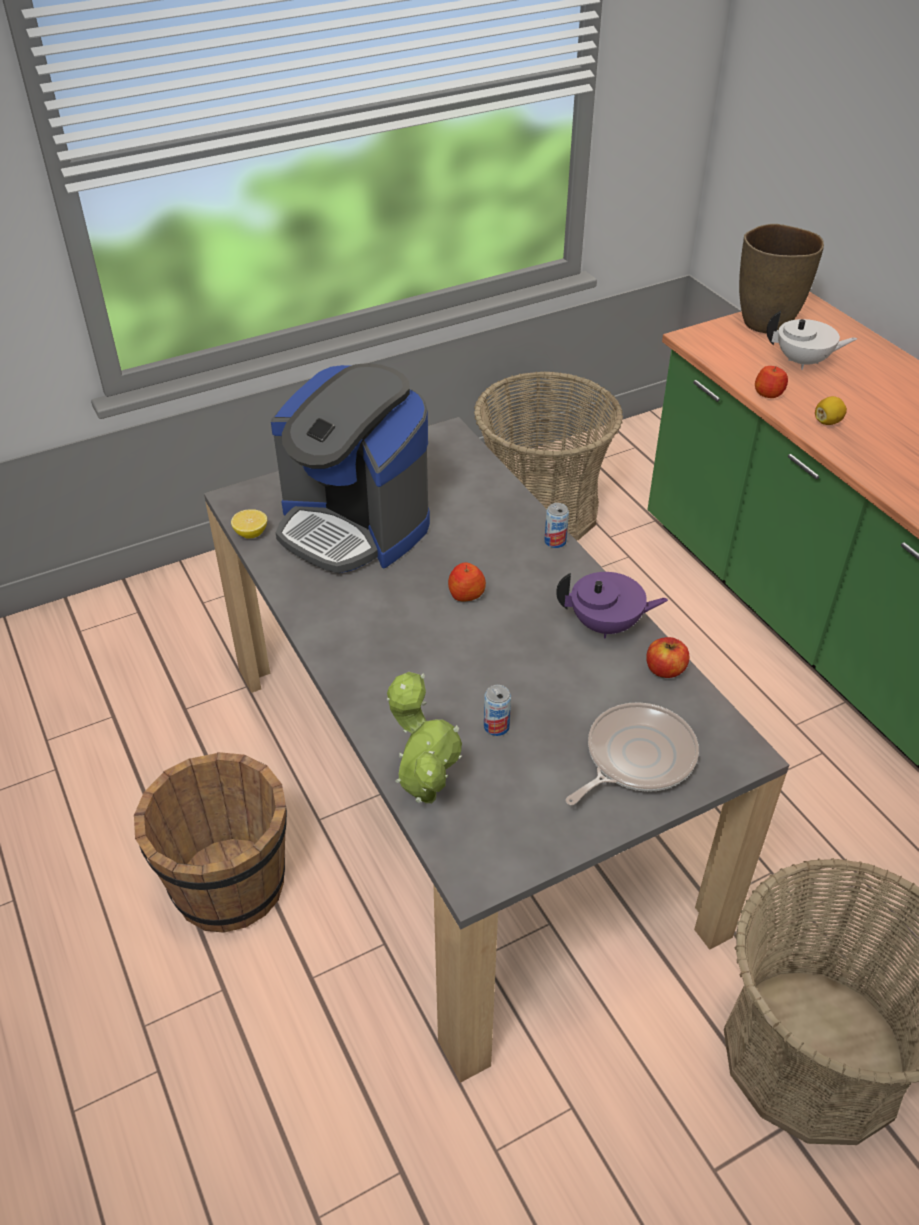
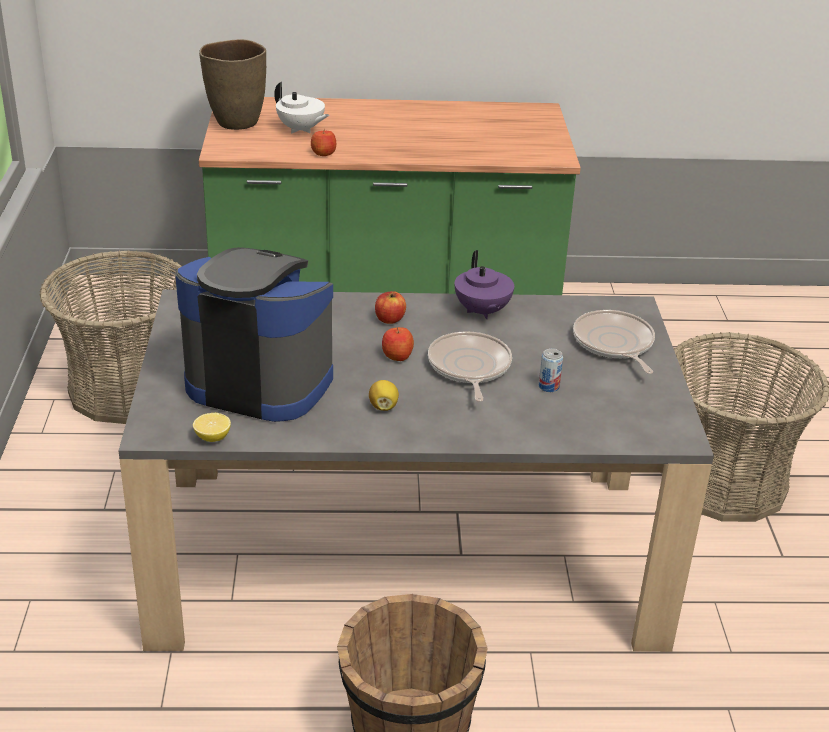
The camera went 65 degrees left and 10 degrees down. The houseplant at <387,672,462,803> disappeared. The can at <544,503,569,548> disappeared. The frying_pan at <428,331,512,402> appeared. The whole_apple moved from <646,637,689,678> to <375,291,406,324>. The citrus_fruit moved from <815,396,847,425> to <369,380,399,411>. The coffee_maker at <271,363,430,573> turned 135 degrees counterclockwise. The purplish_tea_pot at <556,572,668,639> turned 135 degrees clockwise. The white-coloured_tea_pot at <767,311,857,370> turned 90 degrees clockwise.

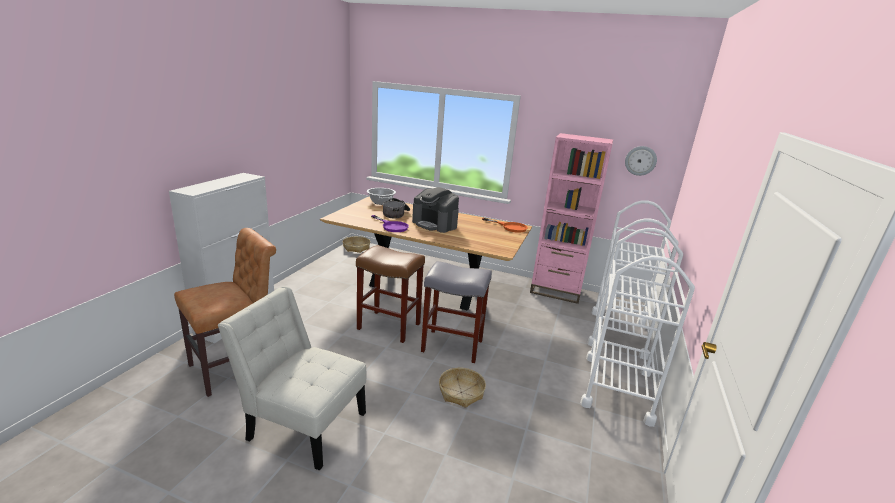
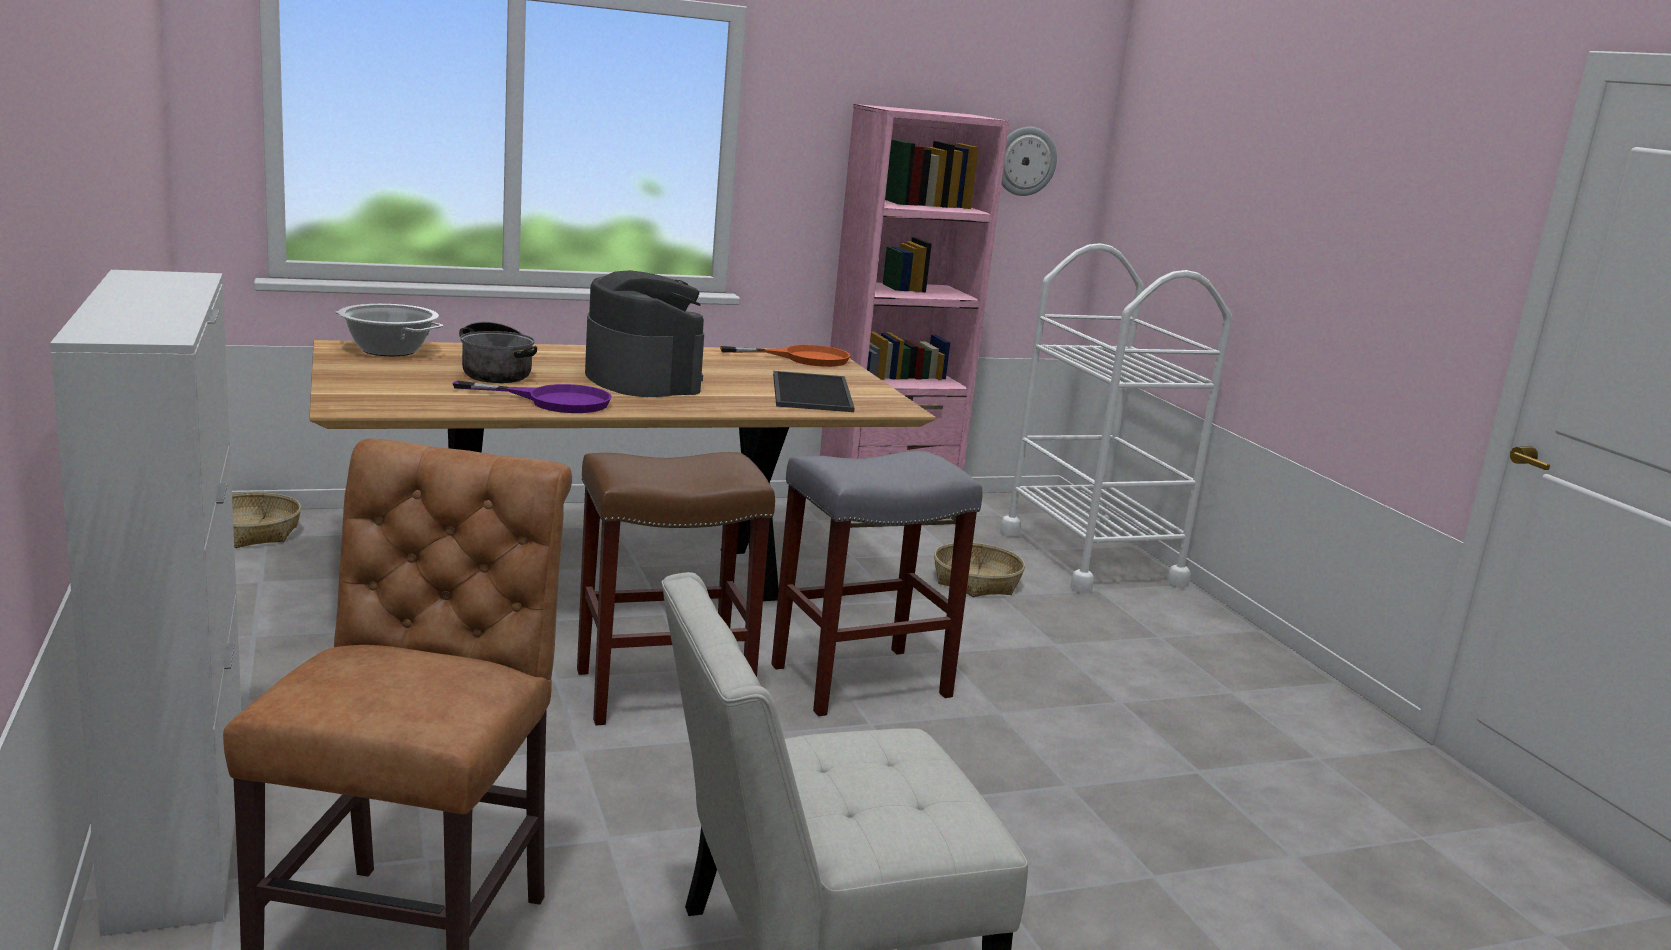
The camera went 40 degrees left and 5 degrees down. The white-coloured_wheeled_cart at <580,228,695,427> disappeared. The carrying_tray at <773,371,854,412> appeared. The storage_basket moved from <439,368,486,408> to <934,543,1025,597>. The coffee_maker at <412,187,459,233> turned 120 degrees counterclockwise.

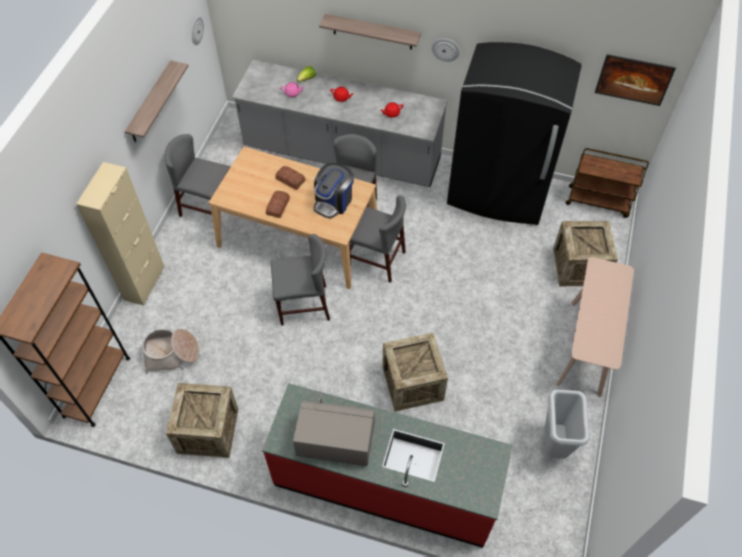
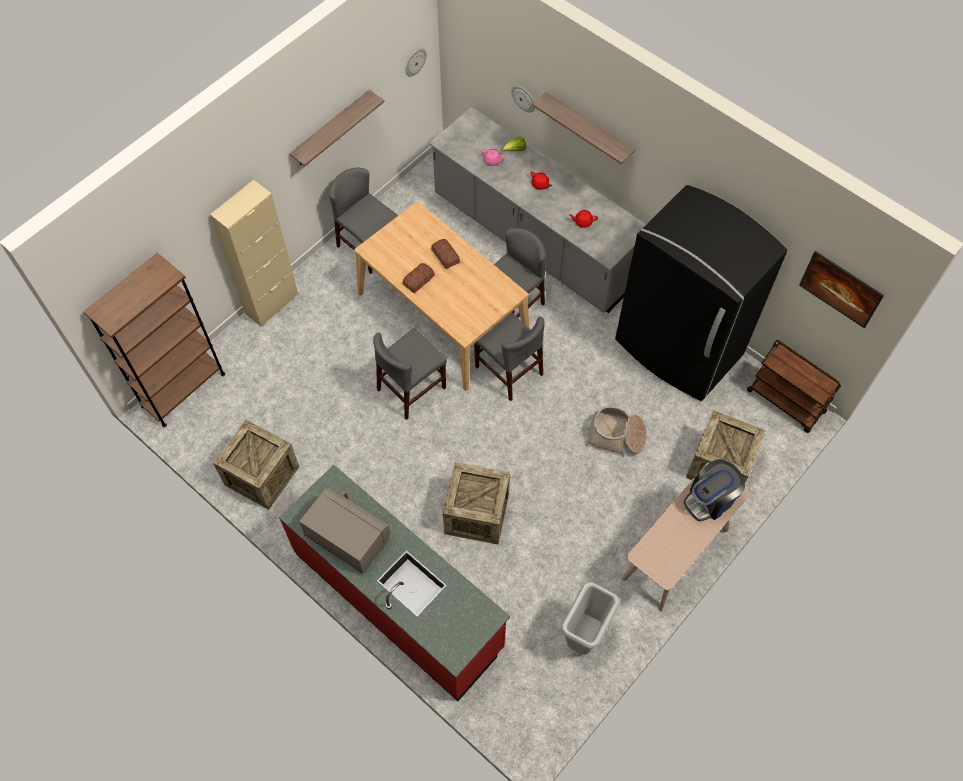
The camera went 25 degrees right and 5 degrees up. The storage_basket moved from <142,329,199,374> to <585,406,647,457>. The coffee_maker moved from <314,163,354,219> to <683,459,745,521>. The wall_clock moved from <432,39,460,62> to <511,86,535,112>. The greyish_upright_chair at <271,234,330,325> turned 120 degrees clockwise.

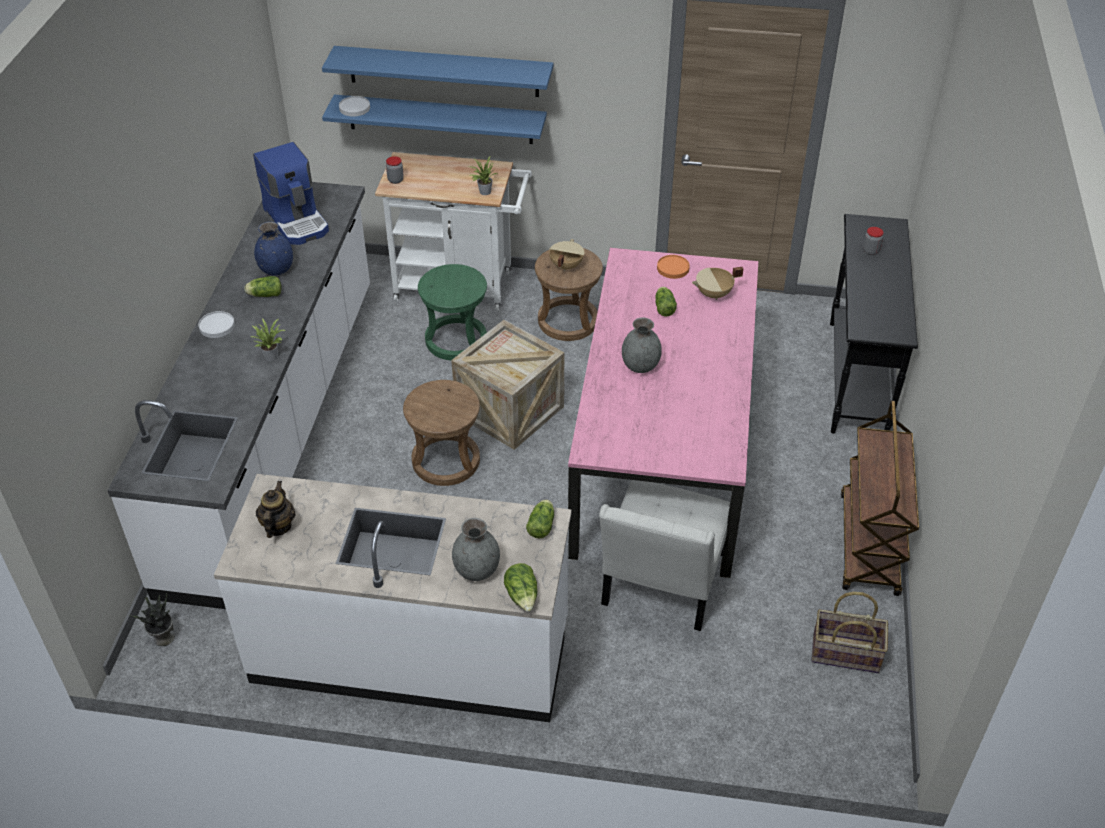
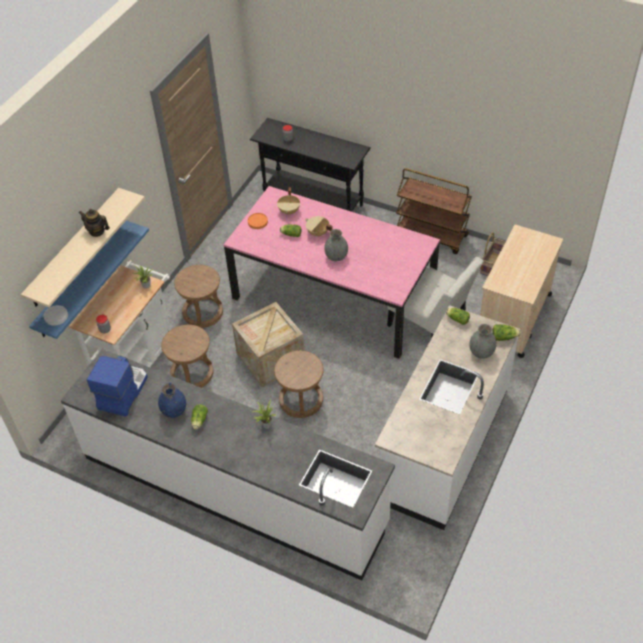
The camera went 70 degrees left and 5 degrees up. The houseplant at <129,593,175,646> disappeared. The white-coloured_flat_dish at <198,311,235,338> disappeared. The beige_wheeled_cart at <480,225,563,358> appeared. The tea_pot moved from <256,481,296,538> to <79,209,110,237>. The beige_stockpot moved from <549,239,584,271> to <305,216,333,236>. The bluish_shelf at <322,46,553,97> became the beige_shelf at <21,188,145,307>. The green_stool at <418,264,487,361> became the brown-coloured_stool at <161,325,214,388>. The coffee_maker at <253,142,329,245> turned 60 degrees counterclockwise.

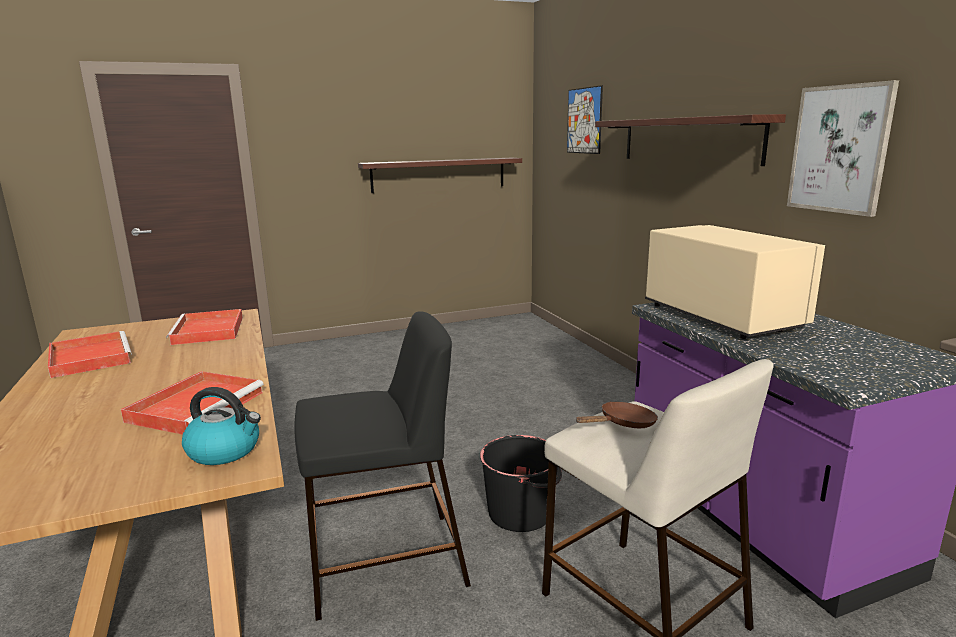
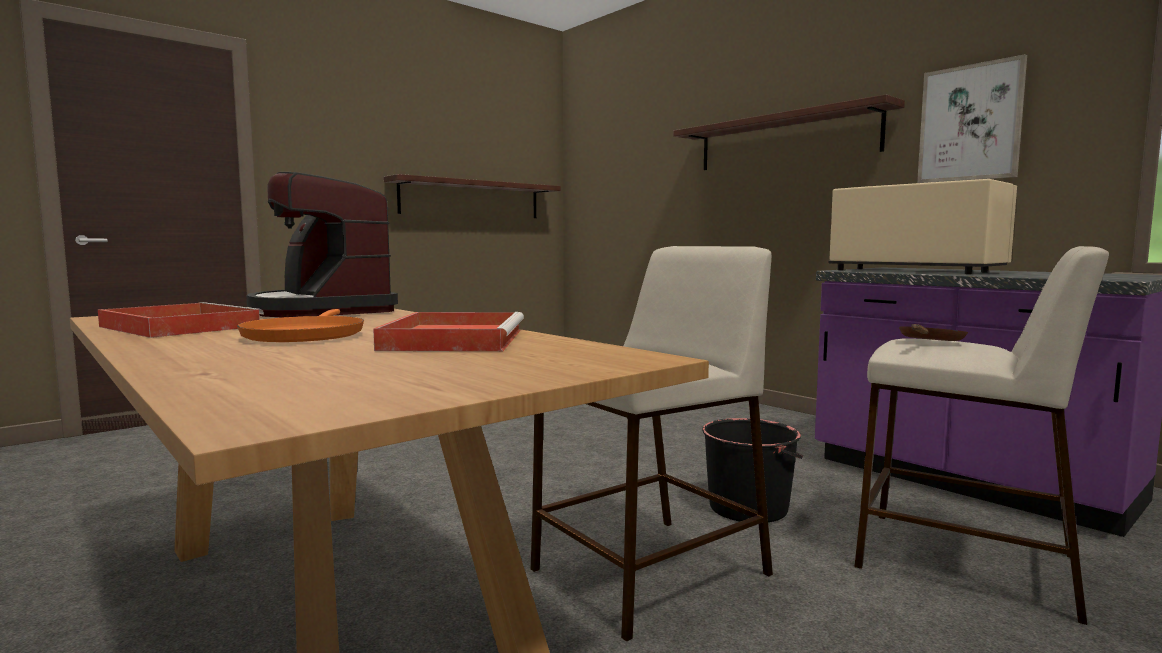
The camera went 20 degrees left and 10 degrees down. The tea_kettle at <182,387,261,465> disappeared. The picture at <567,85,603,154> disappeared. The orange_frying_pan at <237,309,364,342> appeared. The red-coloured_carrying_tray at <166,309,243,345> was replaced by the coffee_maker at <246,172,398,317>. The blackish_stool at <294,311,471,621> became the beige_stool at <531,246,773,641>.

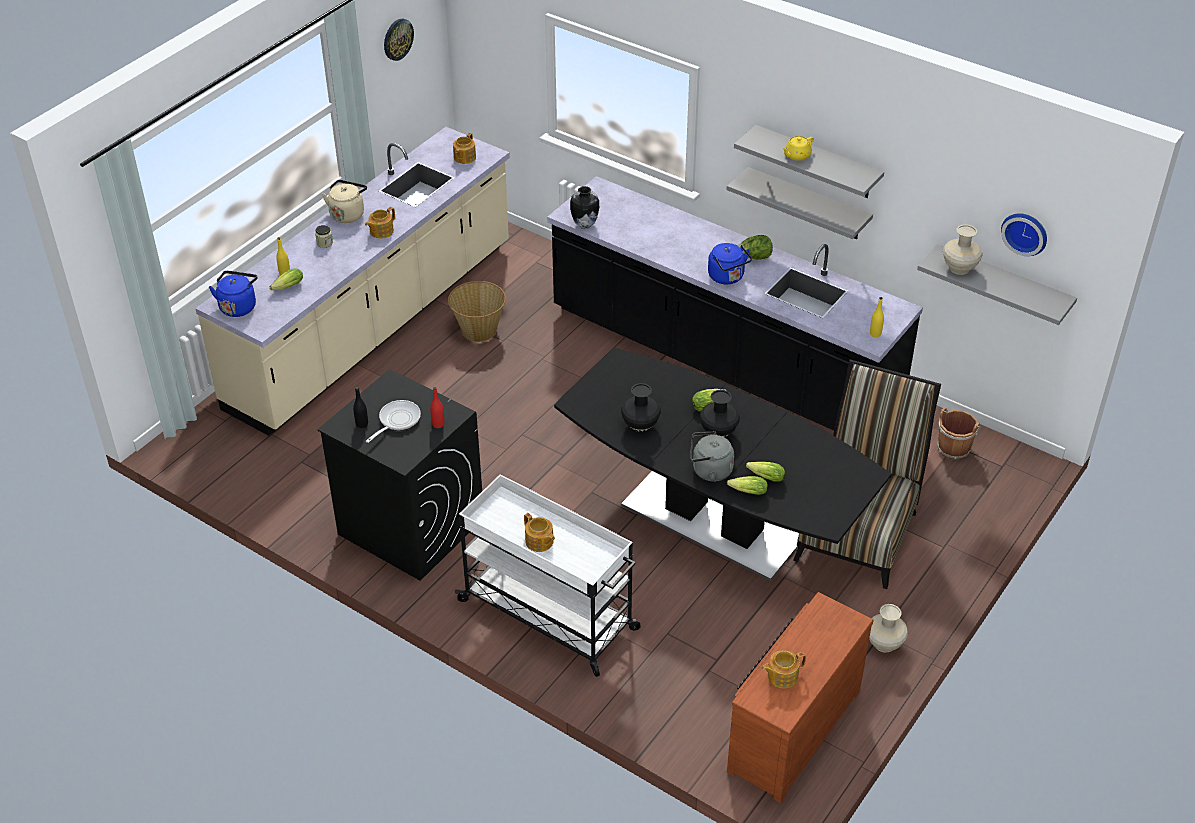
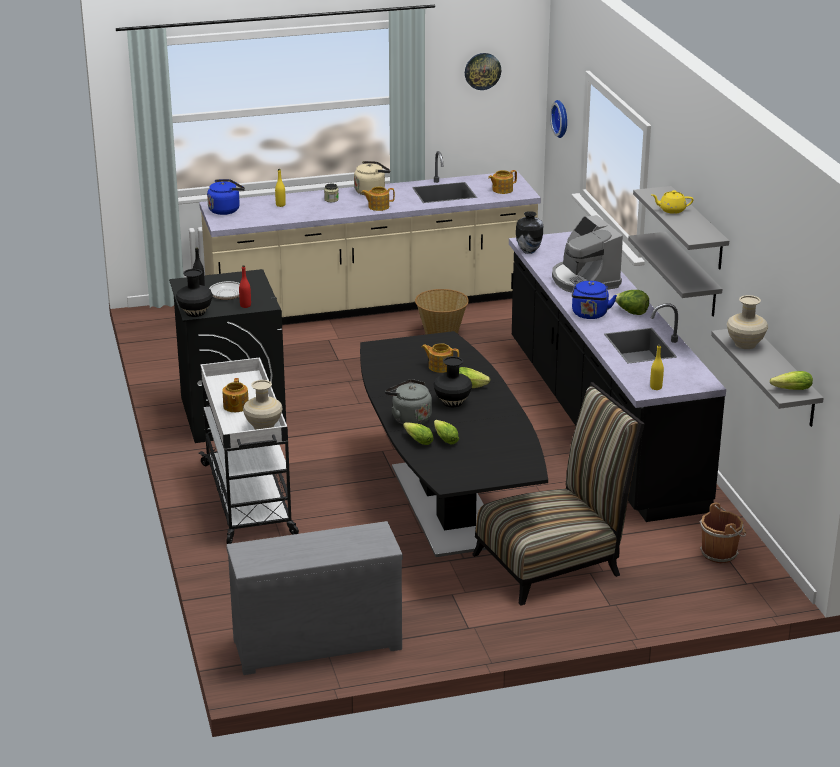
The camera went 40 degrees right and 15 degrees down. The coffee_maker at <552,215,623,293> appeared. The lettuce_head moved from <269,268,303,290> to <770,371,813,390>. The blackish_vase moved from <621,383,661,433> to <176,269,213,317>. The tea_pot moved from <762,651,806,689> to <422,343,459,373>. The beige_vase moved from <869,604,908,653> to <243,380,283,430>. The wall_clock moved from <1001,213,1047,256> to <550,100,567,138>. The brown-coloured_drawer_chest at <727,592,874,803> became the greyish_drawer_chest at <226,521,403,675>.

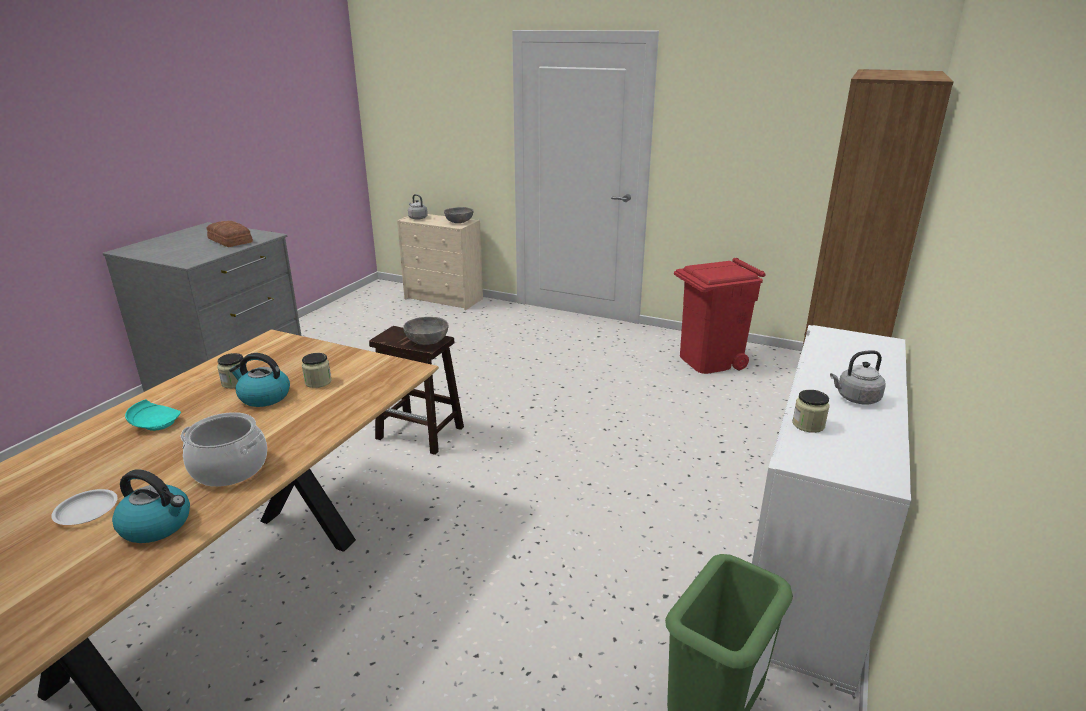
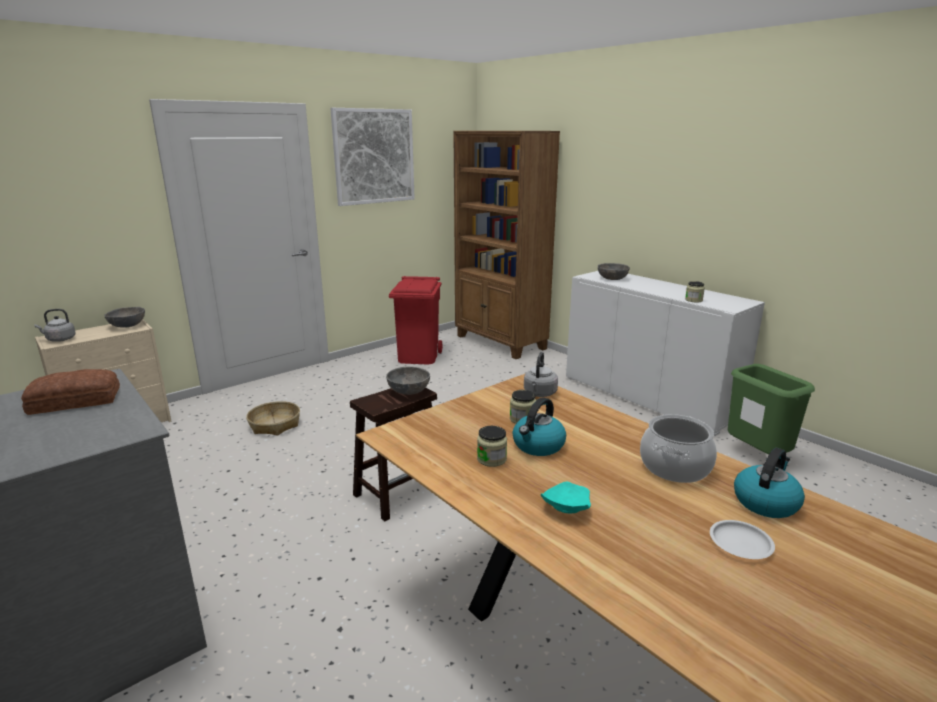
The camera went 65 degrees left and 5 degrees down. The storage_basket at <246,401,300,436> appeared. The picture at <330,108,415,206> appeared. The greyish_serving_bowl at <598,263,630,280> appeared. The greyish_tea_kettle moved from <830,350,886,405> to <524,352,558,397>.

